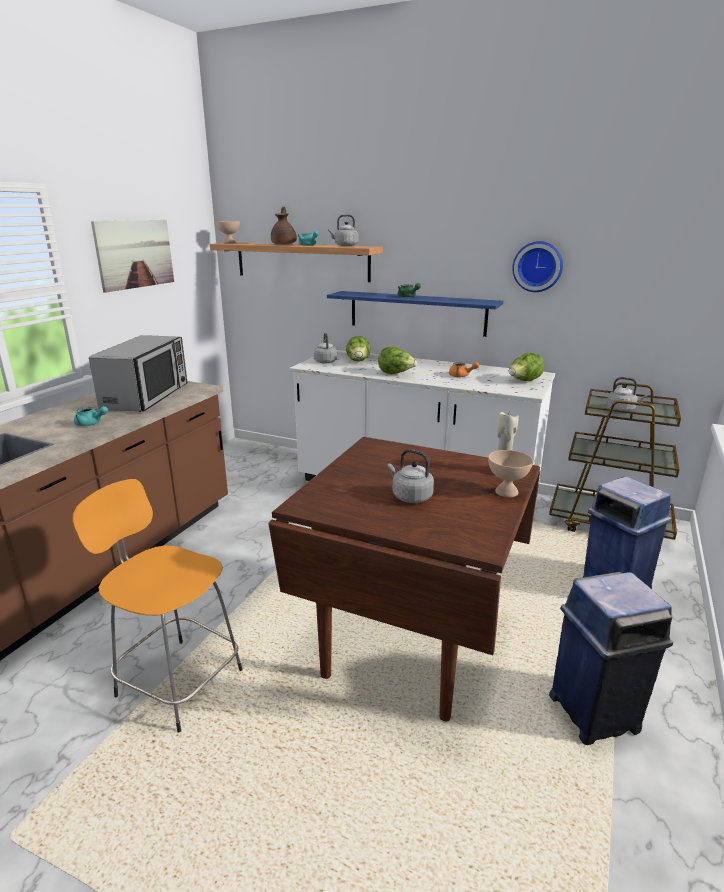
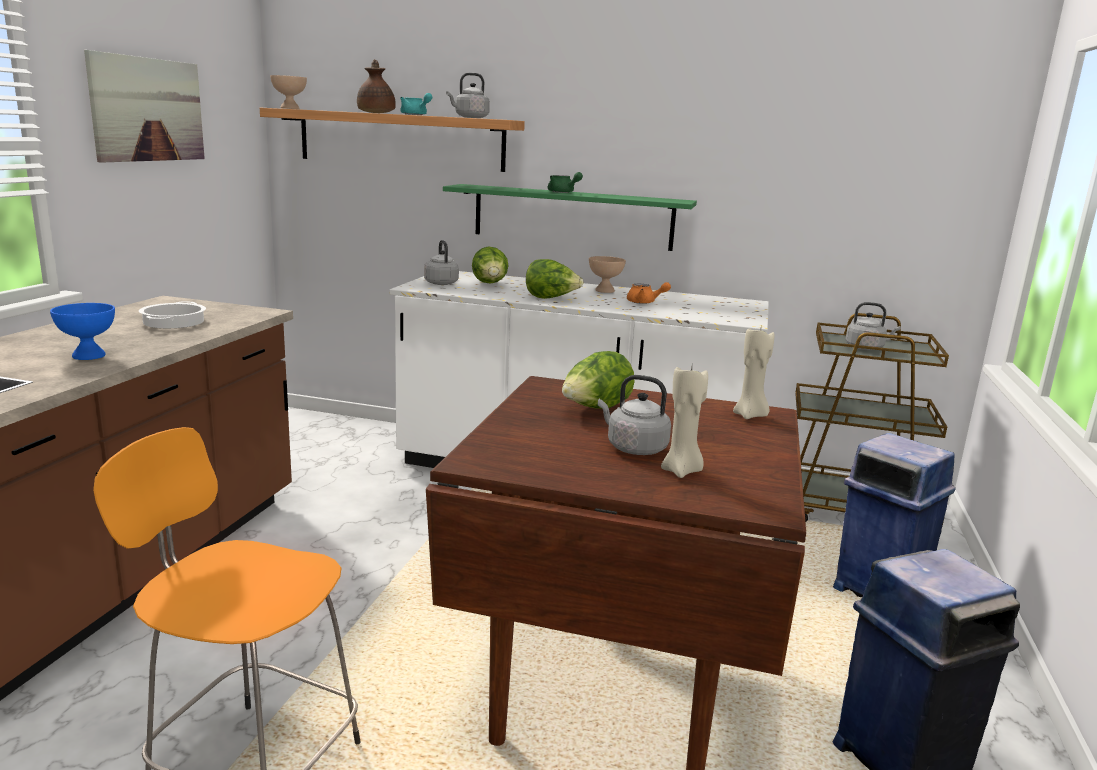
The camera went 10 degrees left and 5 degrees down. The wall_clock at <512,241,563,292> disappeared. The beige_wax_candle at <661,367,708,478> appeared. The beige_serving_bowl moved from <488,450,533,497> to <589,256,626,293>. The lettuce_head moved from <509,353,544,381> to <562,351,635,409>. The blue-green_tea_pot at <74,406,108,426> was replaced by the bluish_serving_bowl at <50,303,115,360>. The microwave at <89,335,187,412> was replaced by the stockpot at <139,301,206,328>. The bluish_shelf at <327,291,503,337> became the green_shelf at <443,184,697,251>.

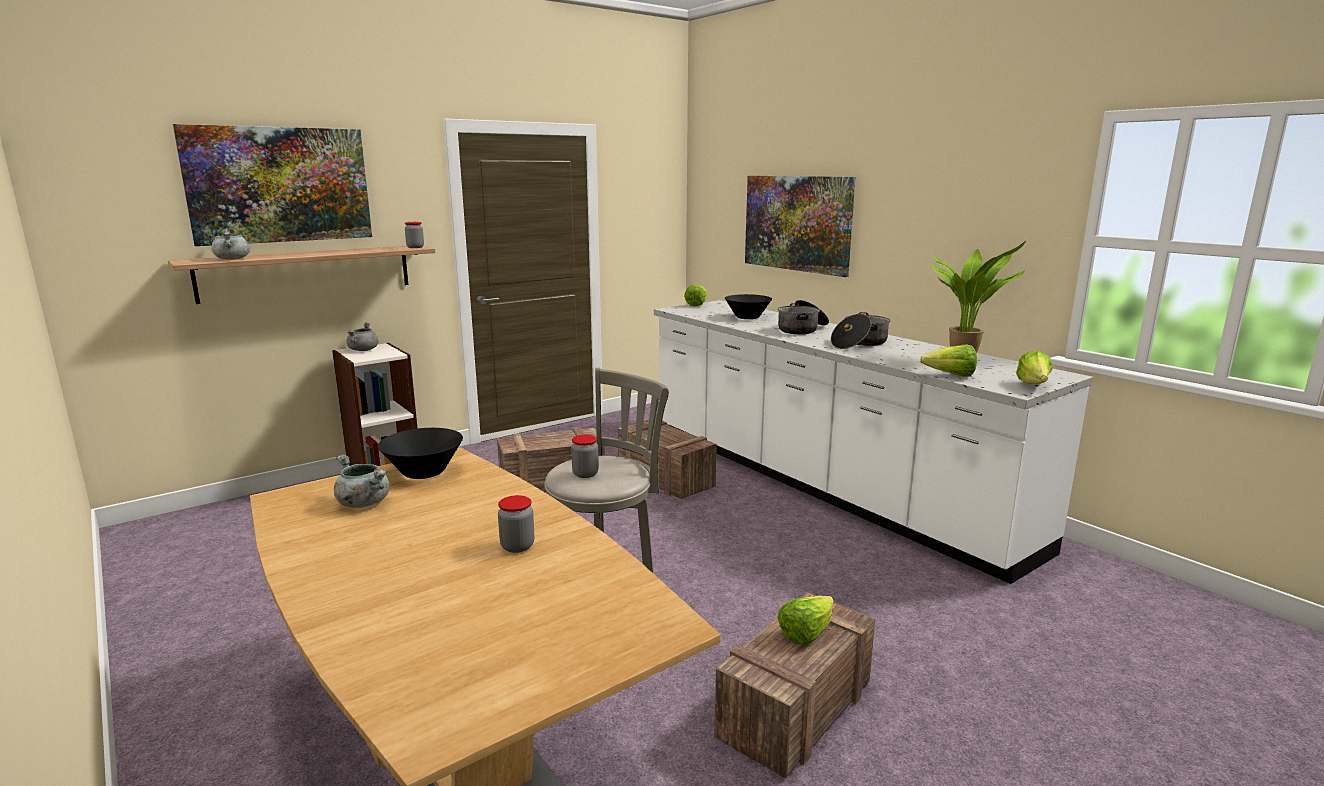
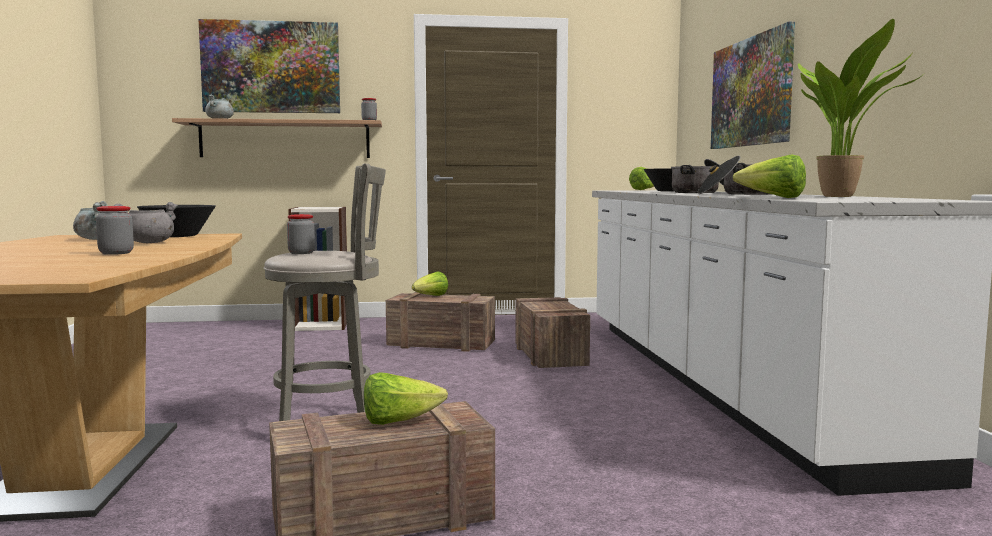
The camera went 30 degrees right and 10 degrees down. The greyish_stockpot moved from <346,322,378,351> to <114,202,178,243>. The lettuce_head moved from <1016,350,1052,384> to <412,272,448,296>.

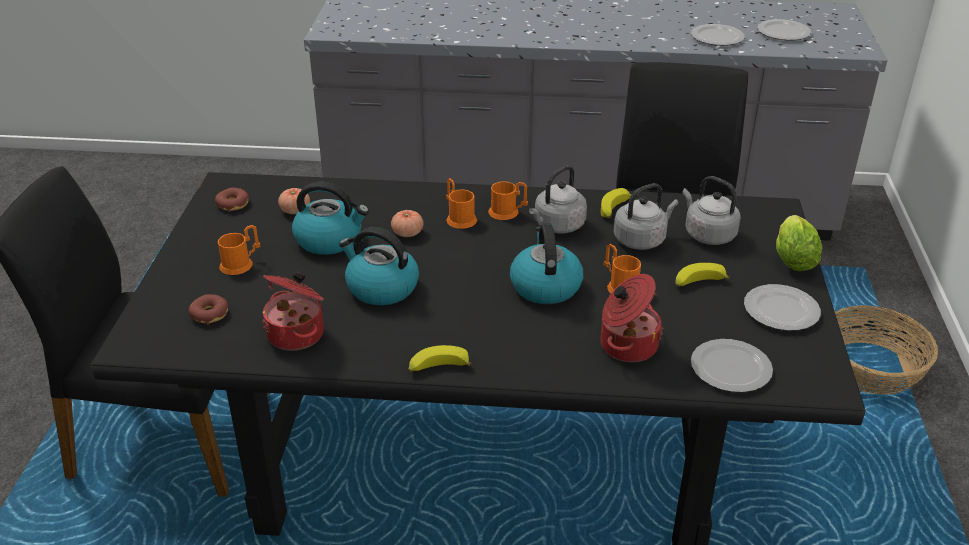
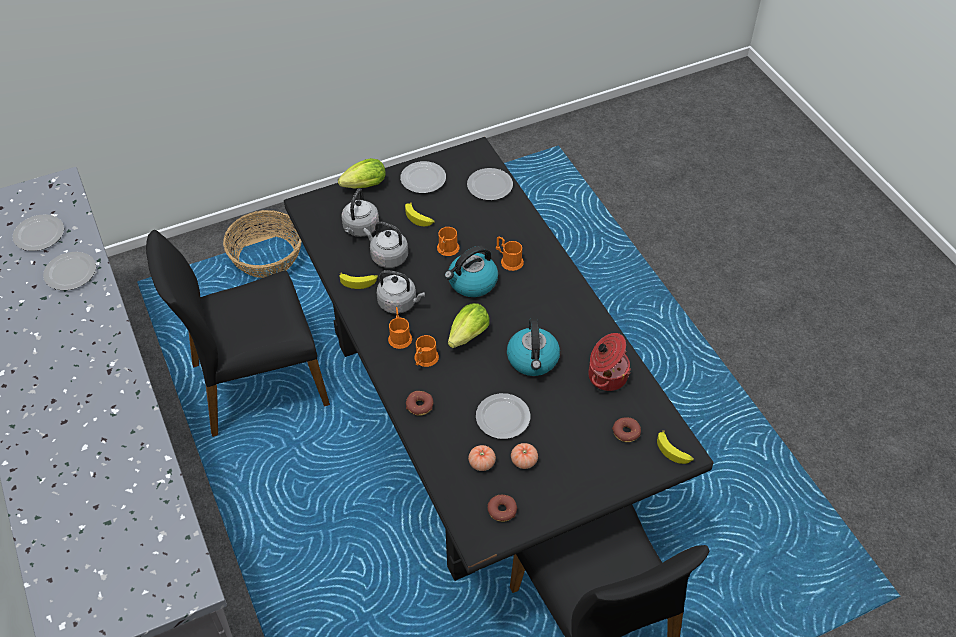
The camera went 120 degrees left and 15 degrees up. The stockpot at <600,274,663,362> disappeared. The doughnut at <406,391,433,416> appeared. The lettuce_head at <448,303,490,348> appeared. The orange_mug moved from <218,225,260,275> to <496,236,524,271>. The whole_tomato moved from <391,210,424,237> to <511,443,538,469>. The banana_fruit moved from <408,345,472,371> to <657,430,694,464>. The tea_kettle at <292,182,369,255> was replaced by the flat_dish at <476,393,530,439>.

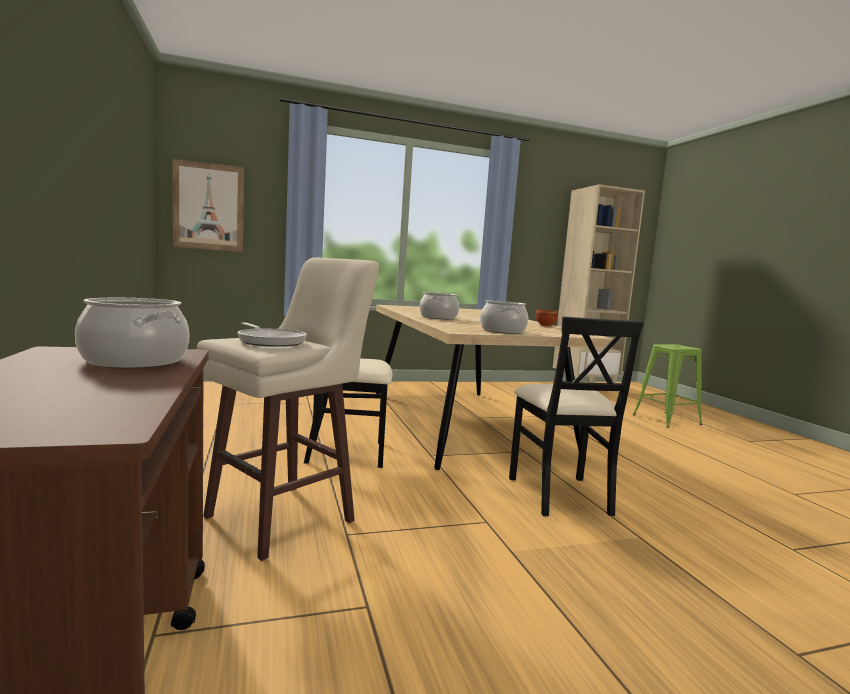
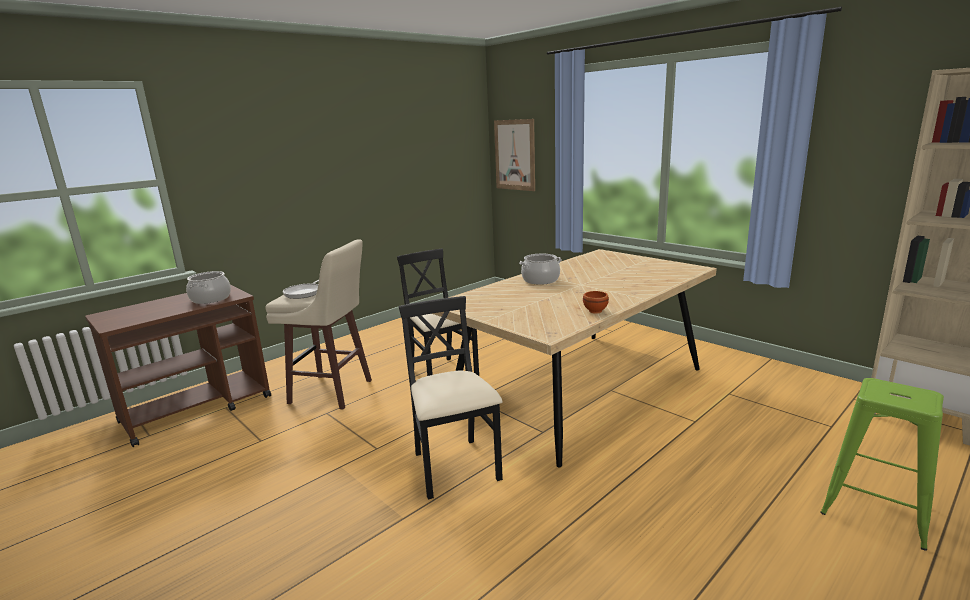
The camera went 65 degrees right and 10 degrees up. The stockpot at <480,301,528,334> disappeared. The blackish_upright_chair at <509,317,644,516> turned 105 degrees clockwise.

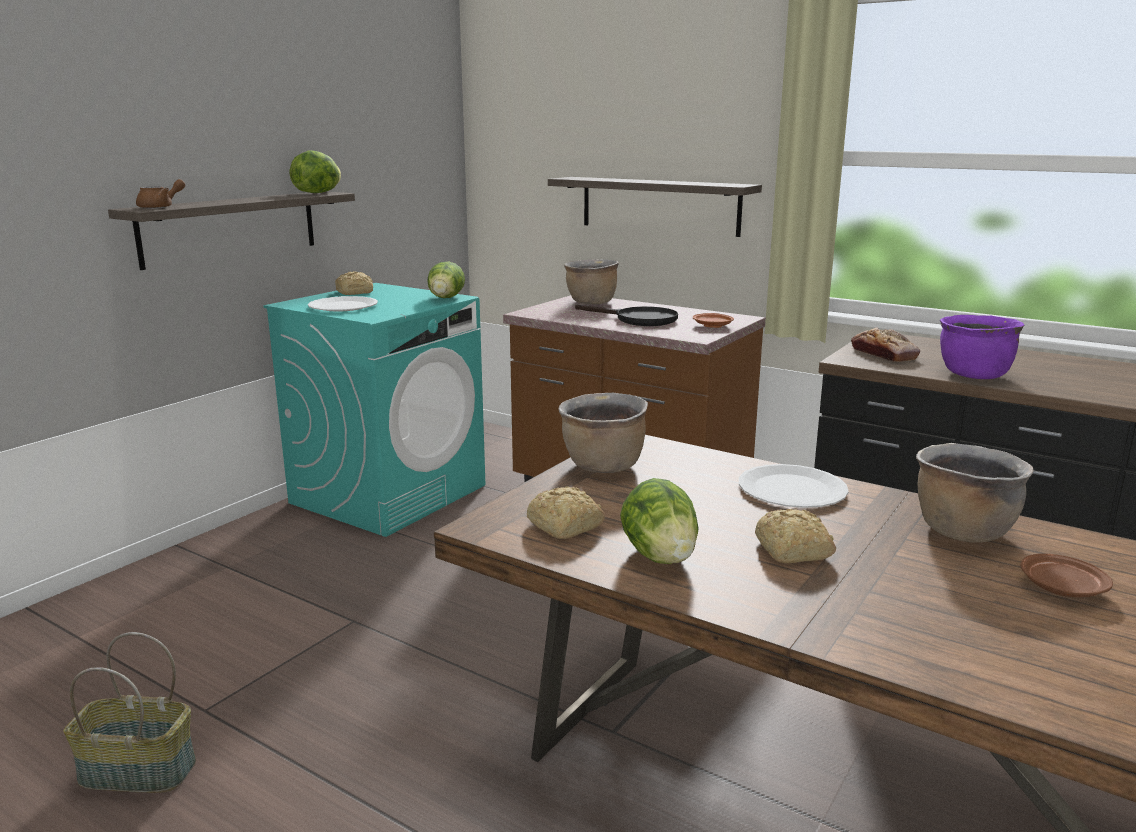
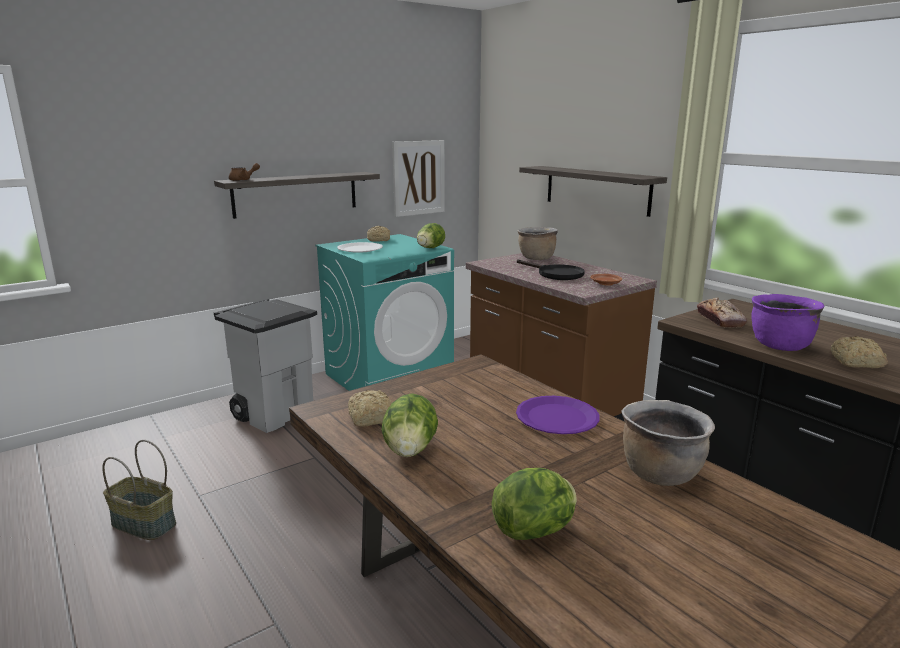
The camera went 20 degrees right and 0 degrees up. The brown-coloured_stockpot at <558,393,648,473> disappeared. The brown-coloured_flat_dish at <1020,553,1113,597> disappeared. The greyish_trash_can at <214,299,317,433> appeared. The picture at <392,140,445,217> appeared. The lettuce_head moved from <290,150,341,193> to <491,468,577,540>. The bread moved from <755,509,836,563> to <830,336,888,368>. The white-coloured_flat_dish at <739,464,849,508> became the purplish_flat_dish at <516,396,599,434>.

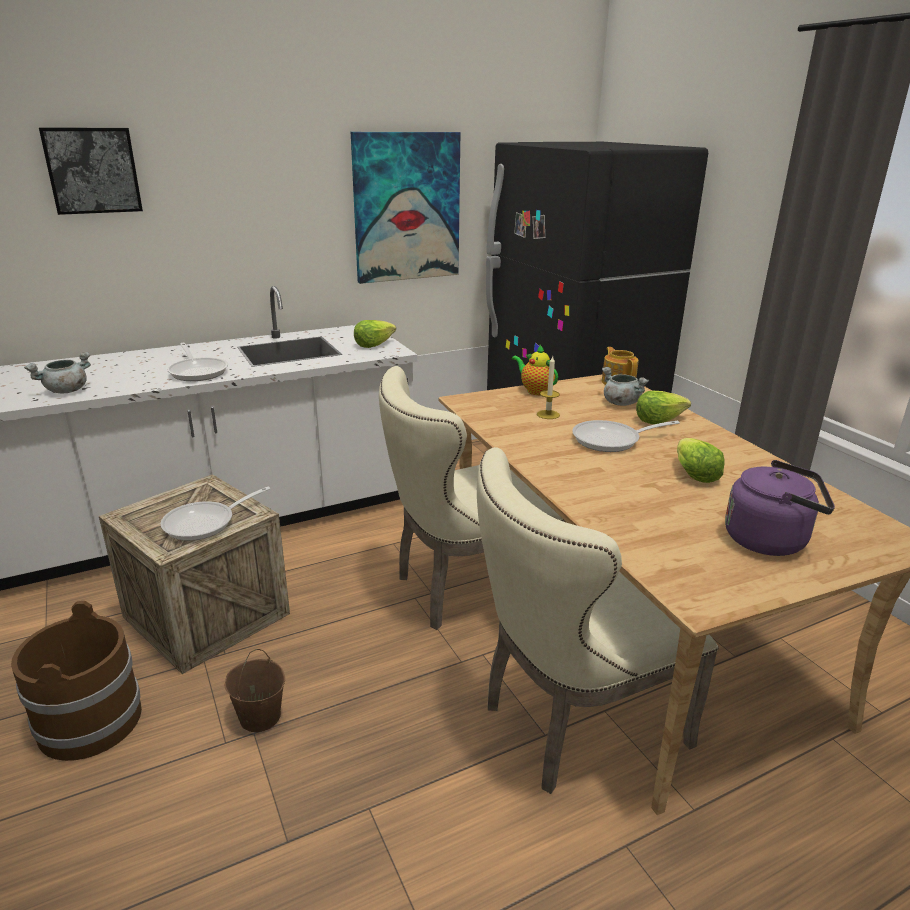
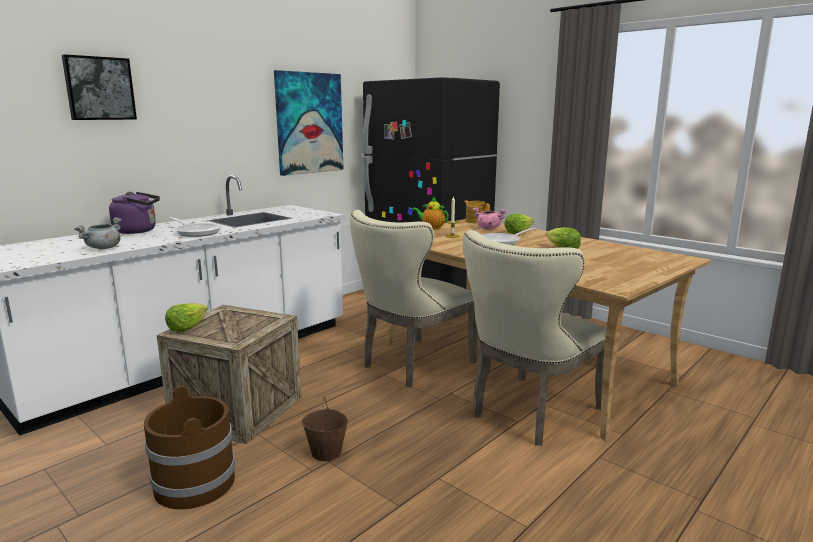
The camera went 20 degrees left and 10 degrees down. The frying_pan at <160,487,270,541> disappeared. The lettuce_head moved from <354,320,396,348> to <165,303,208,332>. The purplish_tea_kettle moved from <725,460,835,556> to <109,192,160,234>. The greyish_stockpot at <602,367,649,406> became the pink_stockpot at <473,207,506,229>.

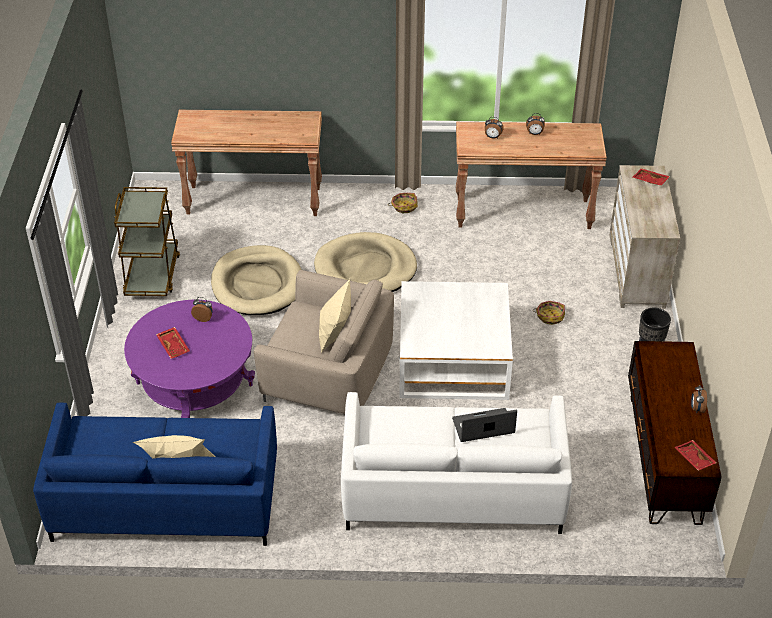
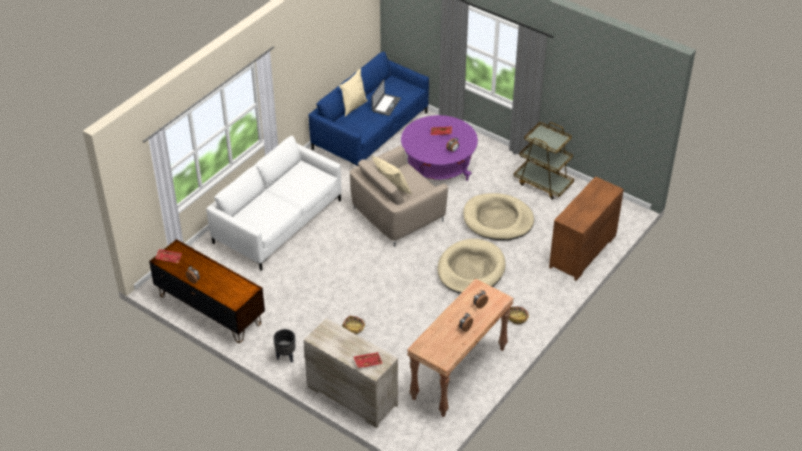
The camera went 125 degrees right and 0 degrees up. The white-coloured_coffee_table at <399,281,513,400> disappeared. The laptop moved from <452,408,517,442> to <372,79,401,116>. The brown-coloured_console_table at <171,110,322,216> was replaced by the brown-coloured_drawer_chest at <549,176,624,281>.

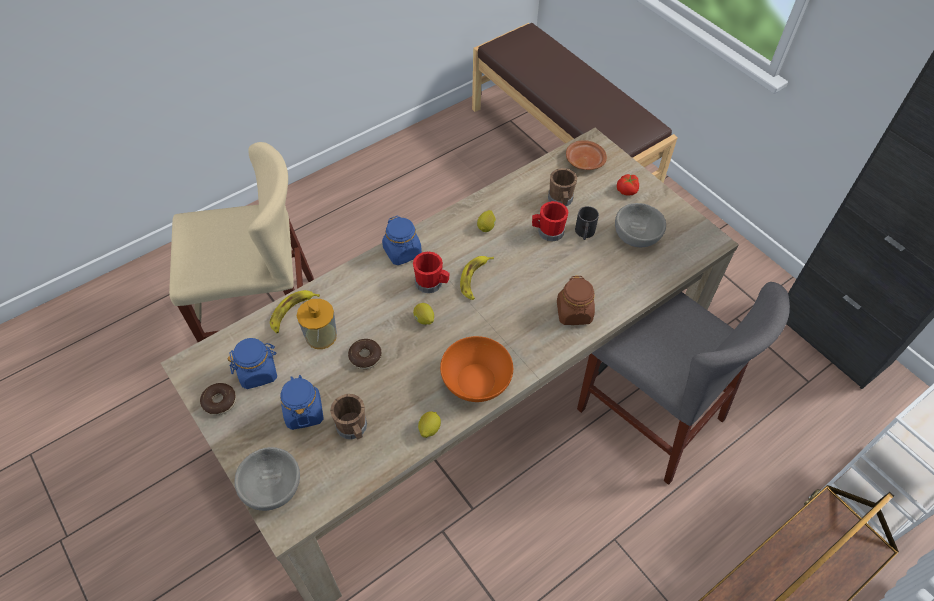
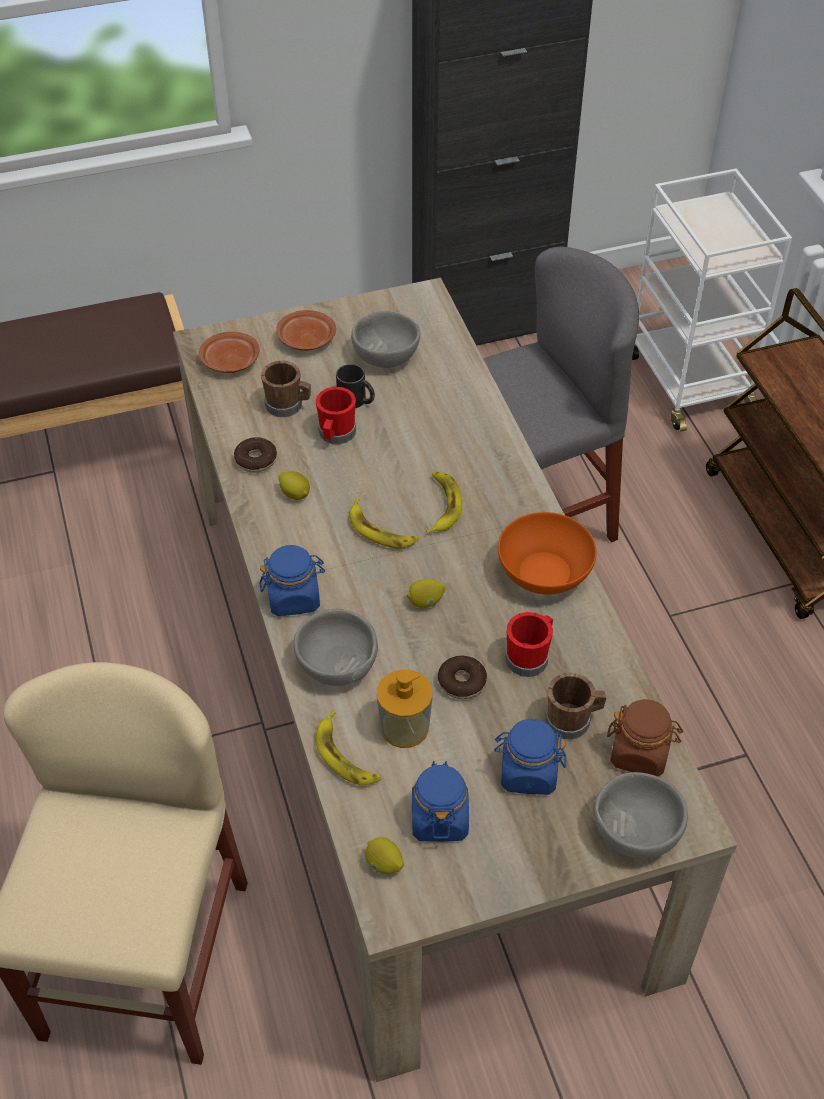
The camera went 70 degrees left and 5 degrees down. The greyish_serving_bowl at <294,609,378,686> appeared. The banana_fruit at <426,471,462,533> appeared. The doughnut moved from <200,383,236,416> to <234,437,277,473>. The red-coloured_mug moved from <413,252,450,293> to <505,612,553,677>. The citrus_fruit moved from <418,411,441,438> to <365,837,404,874>. The brown-coloured_preserve_jar moved from <557,275,595,325> to <607,699,683,777>. The whole_tomato at <617,174,639,196> was replaced by the brown-coloured_flat_dish at <276,310,336,351>.

